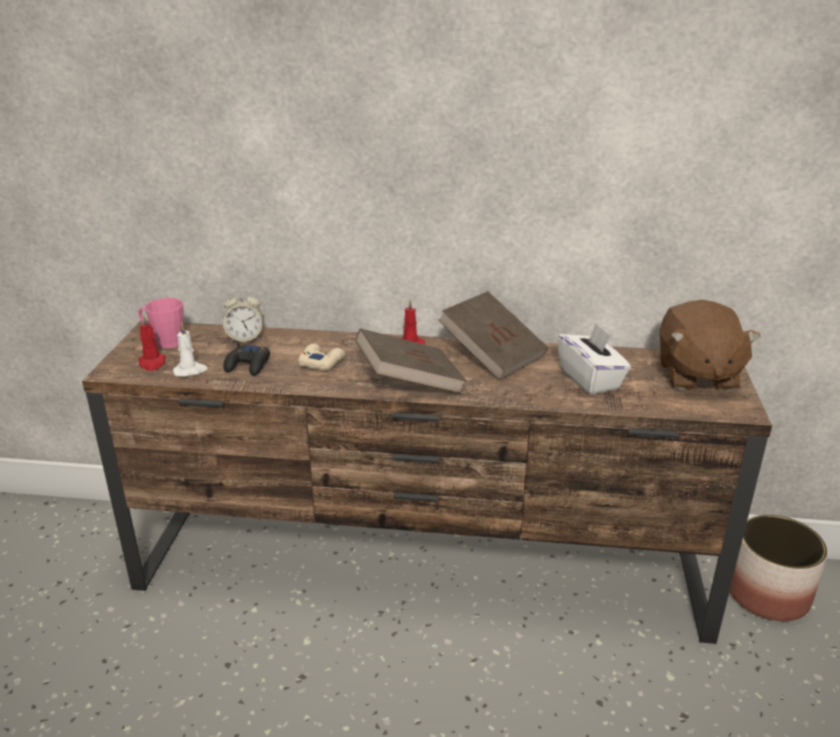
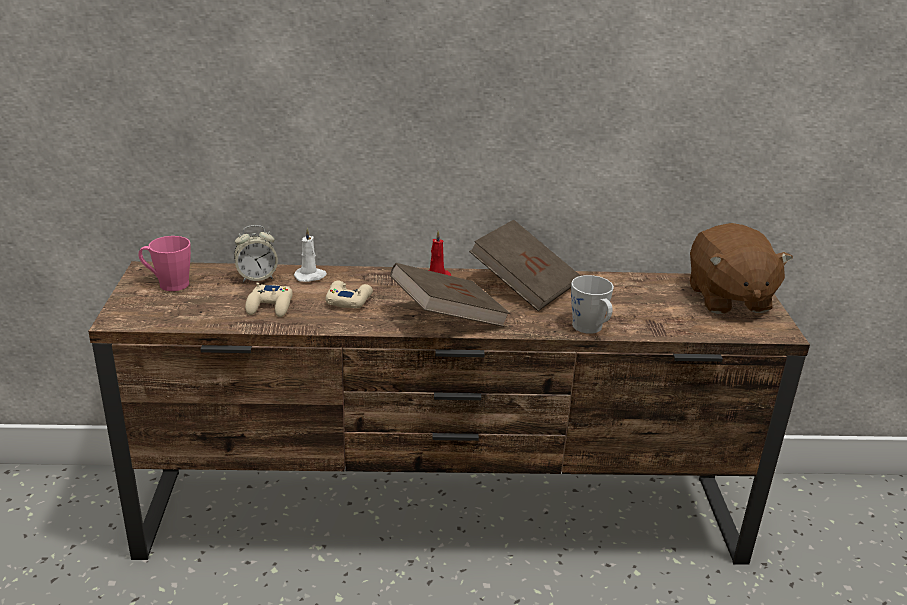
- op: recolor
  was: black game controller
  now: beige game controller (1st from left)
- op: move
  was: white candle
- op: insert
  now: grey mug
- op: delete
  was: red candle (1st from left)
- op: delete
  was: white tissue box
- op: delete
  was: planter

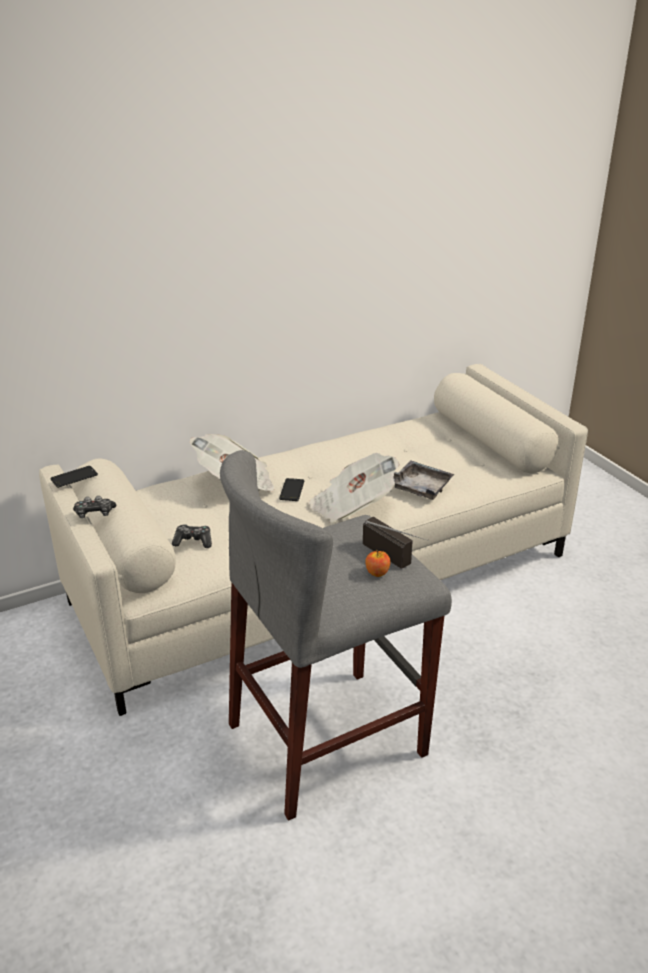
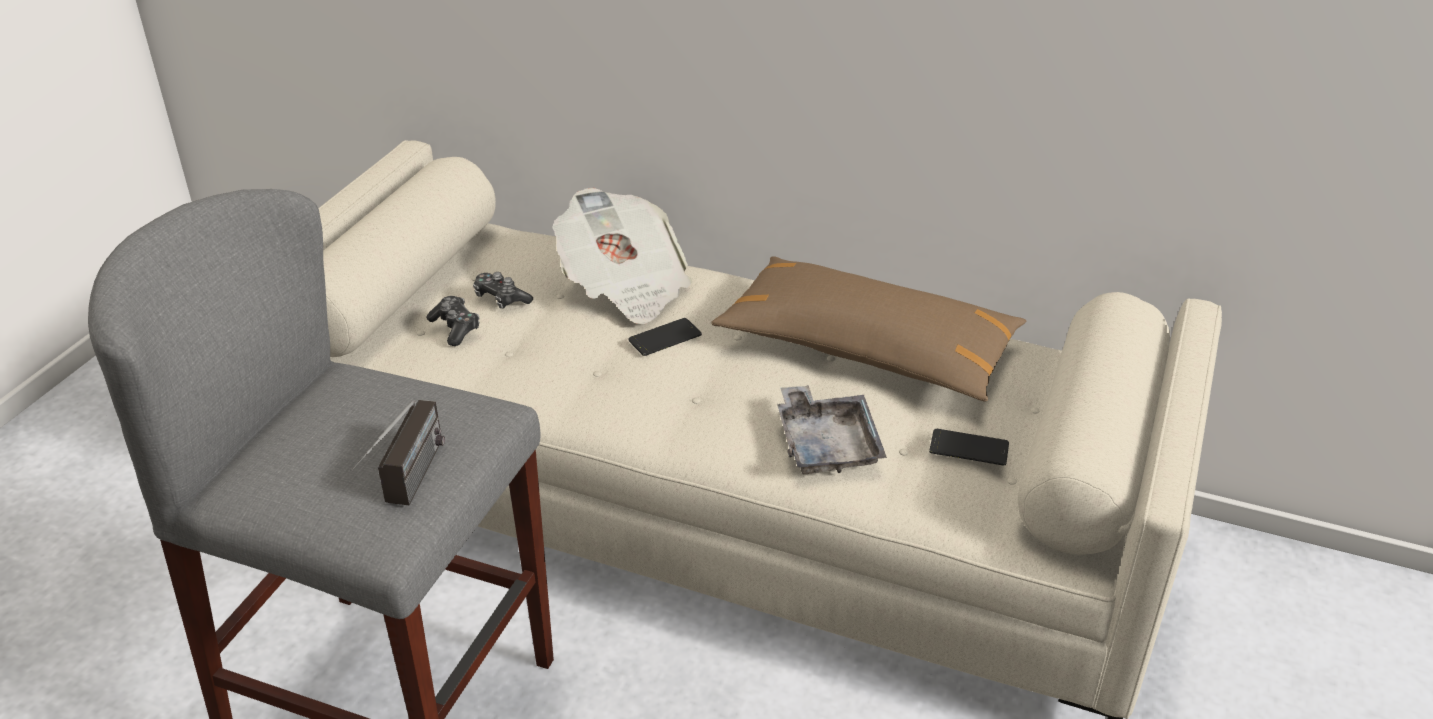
- op: move
  was: game controller (1st from left in the first image)
  now: game controller (2nd from left)
- op: insert
  now: brown pillow
- op: move
  was: phone (1st from left in the first image)
  now: phone (2nd from left)
- op: delete
  was: newspaper (2nd from left)
- op: delete
  was: apple

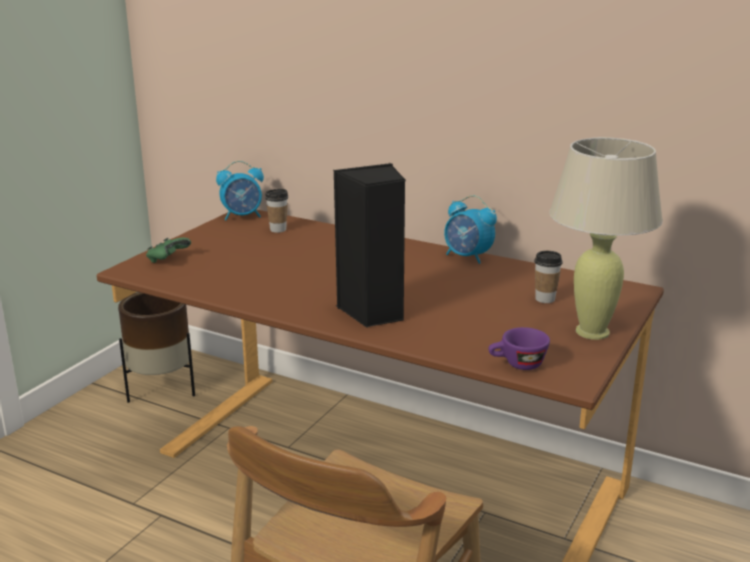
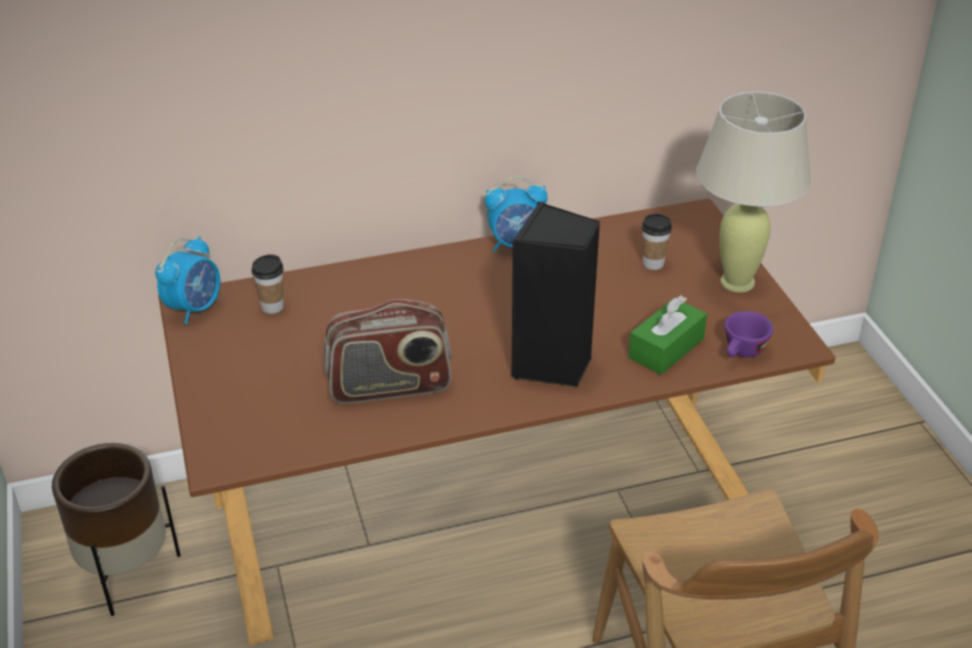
- op: insert
  now: radio
- op: insert
  now: green tissue box
- op: delete
  was: green game controller

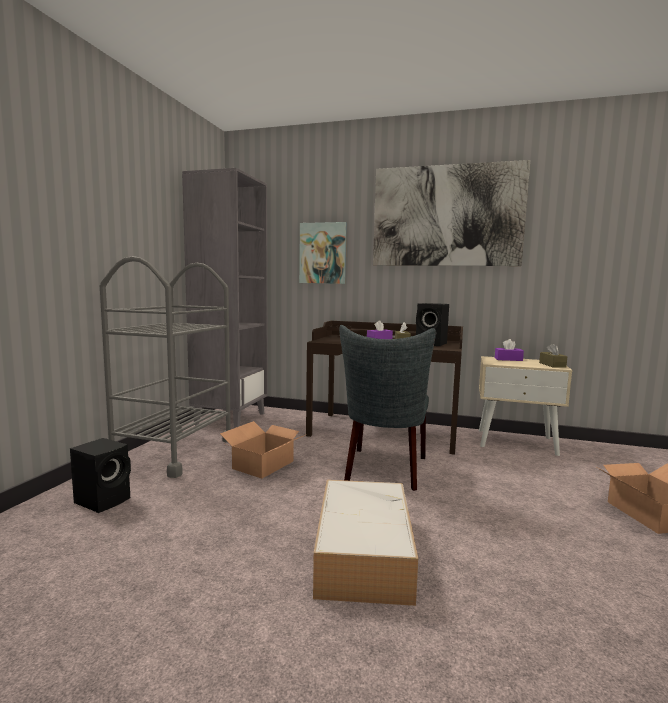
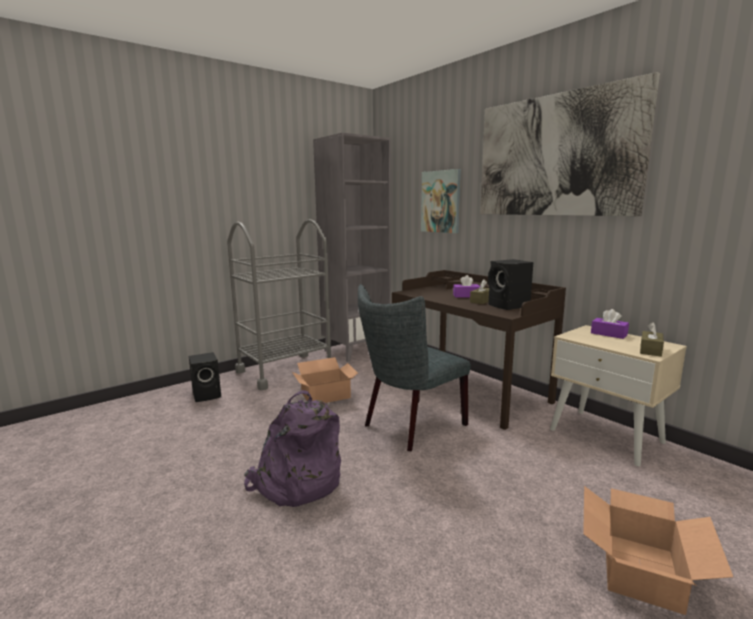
- op: replace
  was: storage box
  now: purple backpack

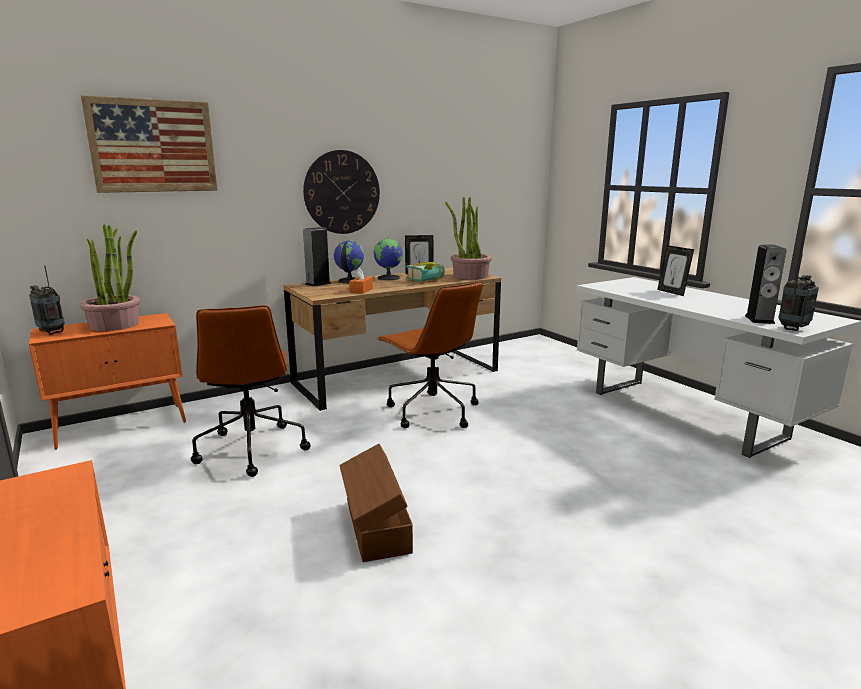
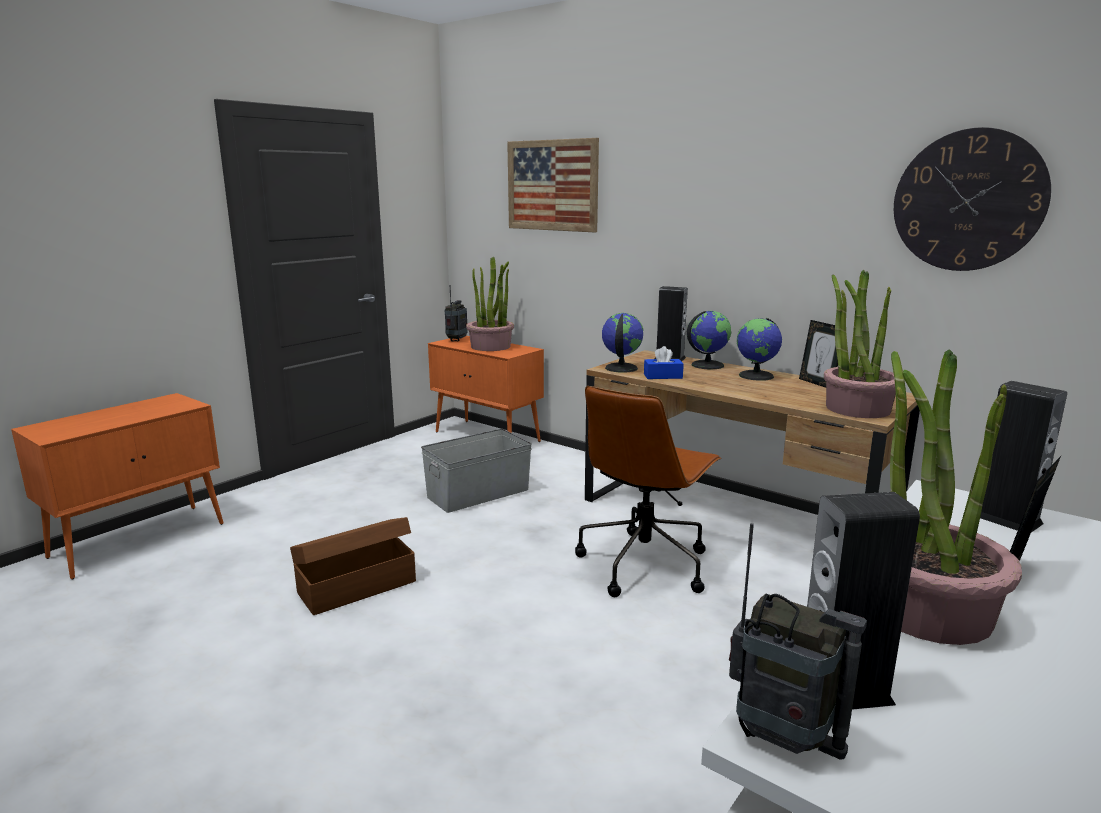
- op: replace
  was: brown office chair (1st from left)
  now: grey storage box
- op: insert
  now: globe (1st from left)
- op: recolor
  was: orange tissue box
  now: blue tissue box
- op: insert
  now: potted plant (3rd from left)
- op: move
  was: wall clock
- op: insert
  now: speaker (3rd from left)
- op: delete
  was: book

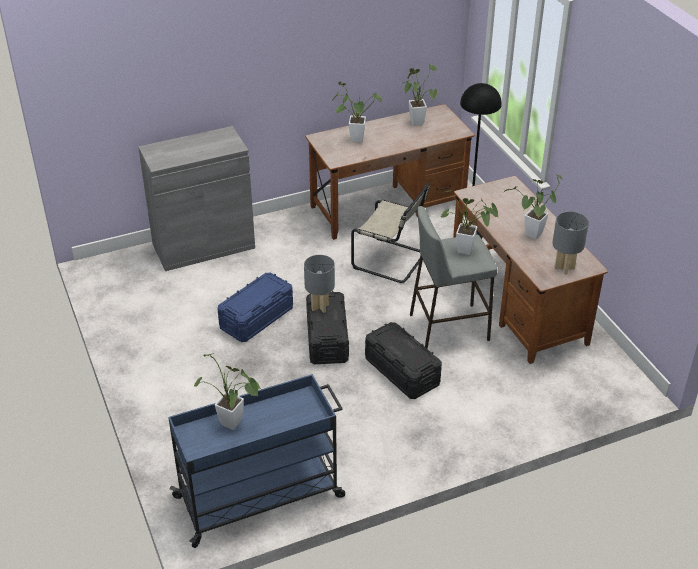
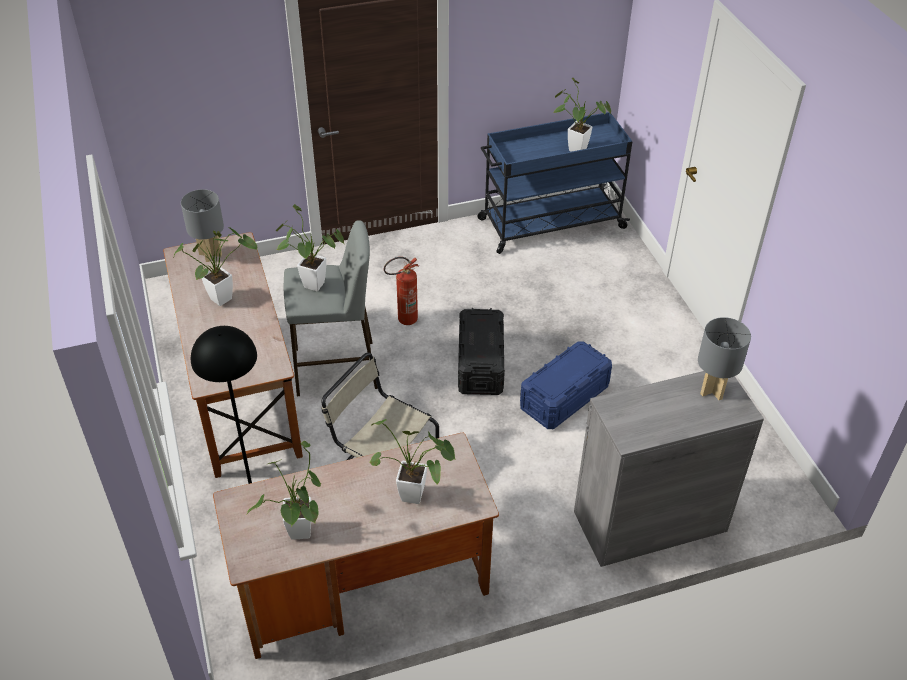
- op: replace
  was: black storage box (2nd from left)
  now: fire extinguisher
- op: move
  was: grey table lamp (1st from left in the first image)
  now: grey table lamp (2nd from left)

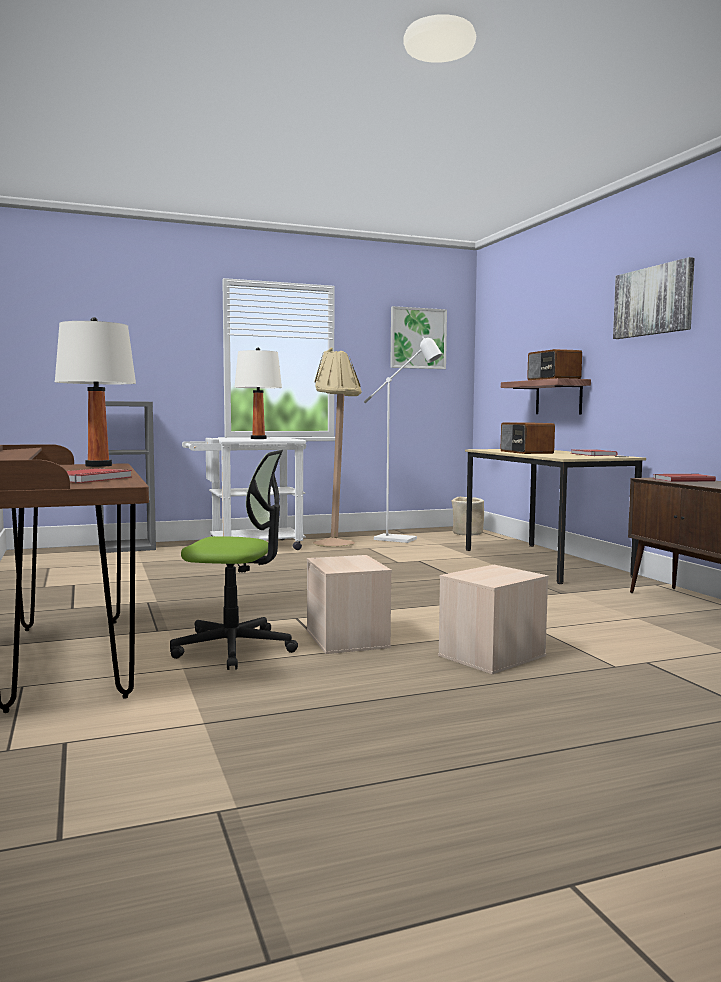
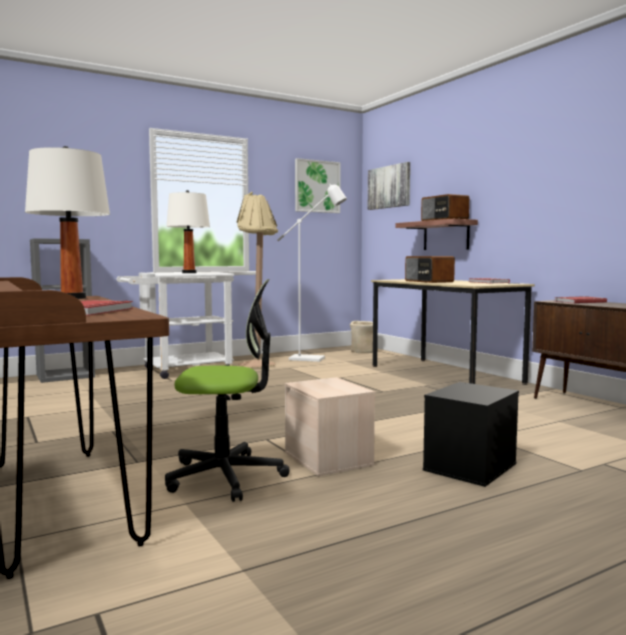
- op: move
  was: picture (2nd from left)
- op: recolor
  was: beige storage box (2nd from left)
  now: black storage box

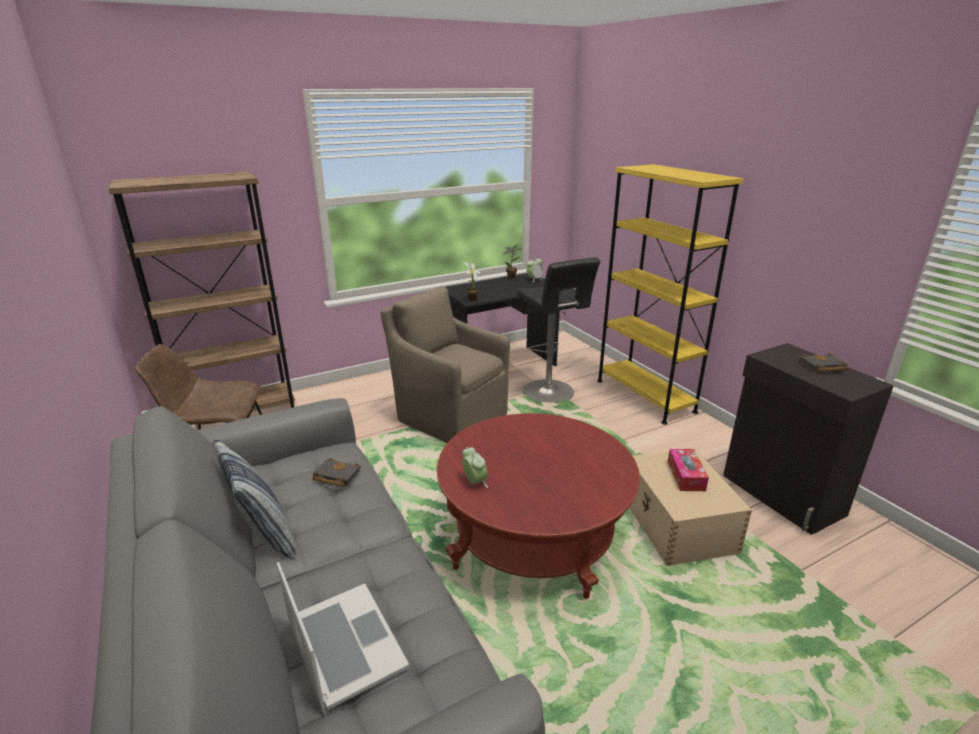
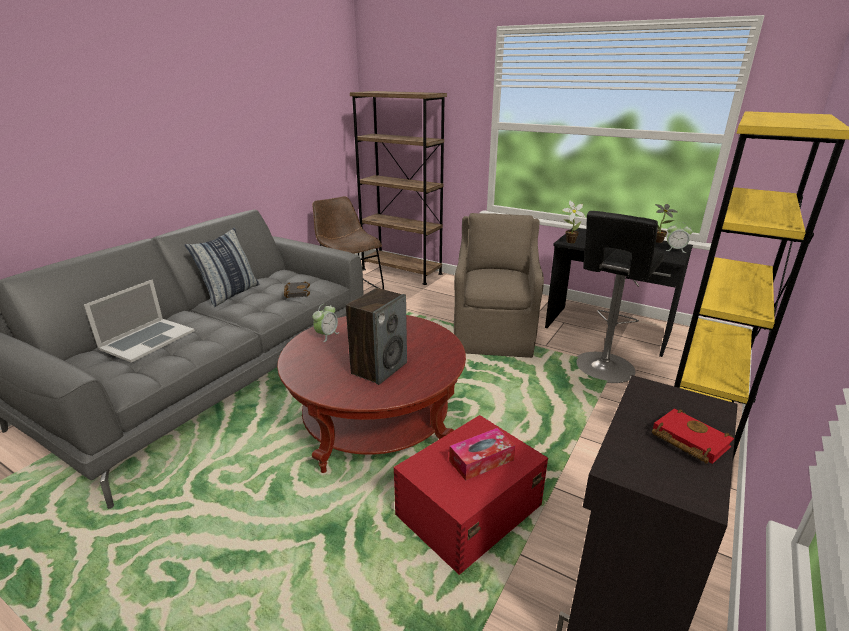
- op: insert
  now: speaker
- op: recolor
  was: beige storage box
  now: red storage box
- op: recolor
  was: black book (2nd from left)
  now: red book

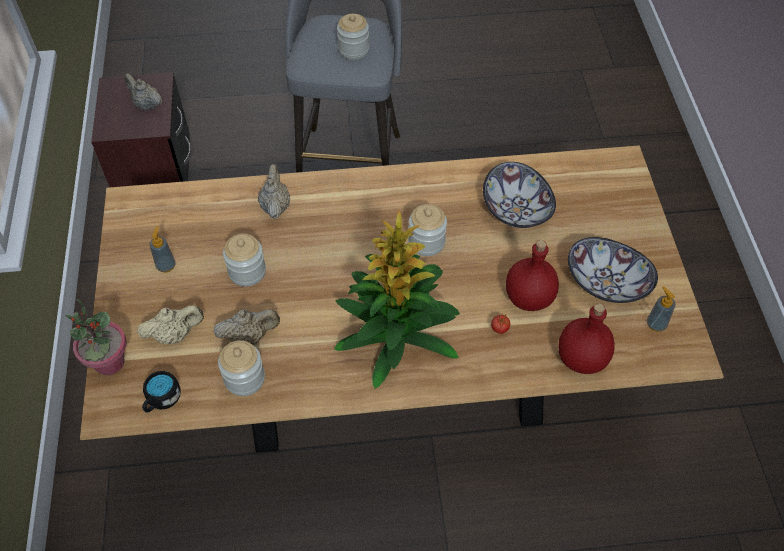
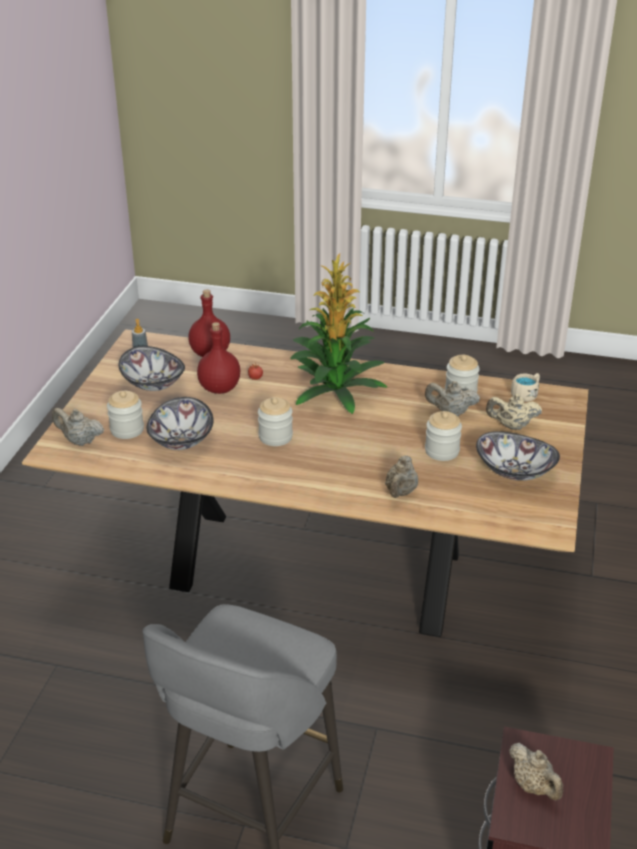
- op: insert
  now: beige teapot (1st from left)
- op: move
  was: jar (3rd from left in the first image)
  now: jar (1st from left)
- op: replace
  was: soap dispenser (1st from left)
  now: bowl (3rd from left)
- op: recolor
  was: black mug
  now: beige mug
- op: delete
  was: potted plant (1st from left)

